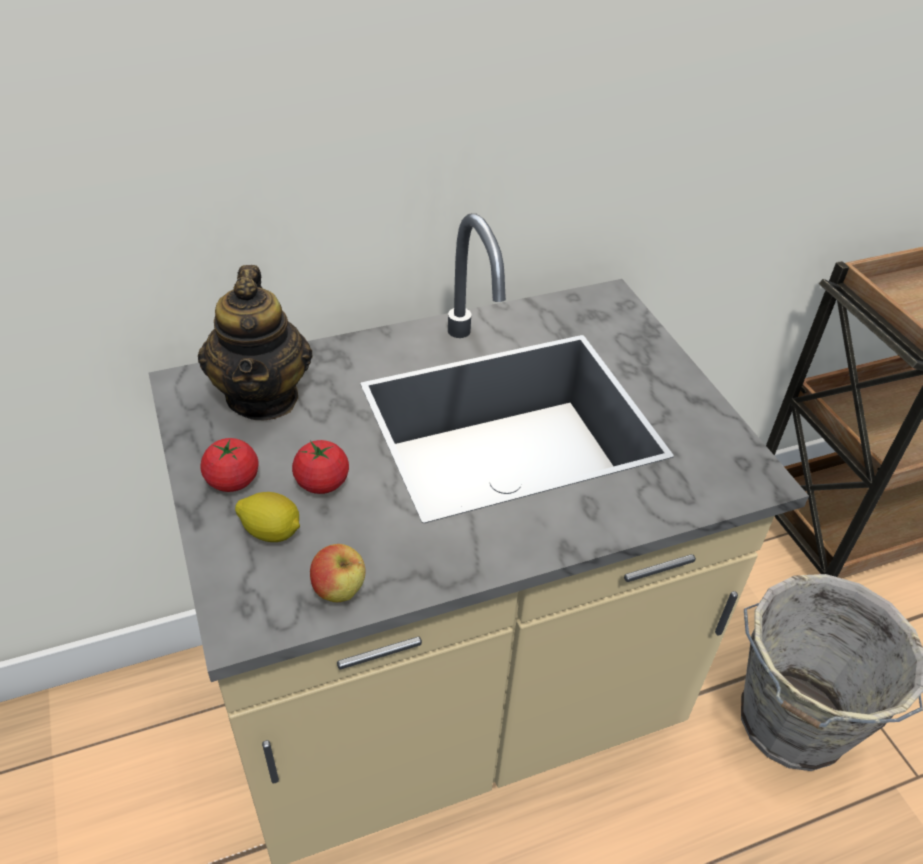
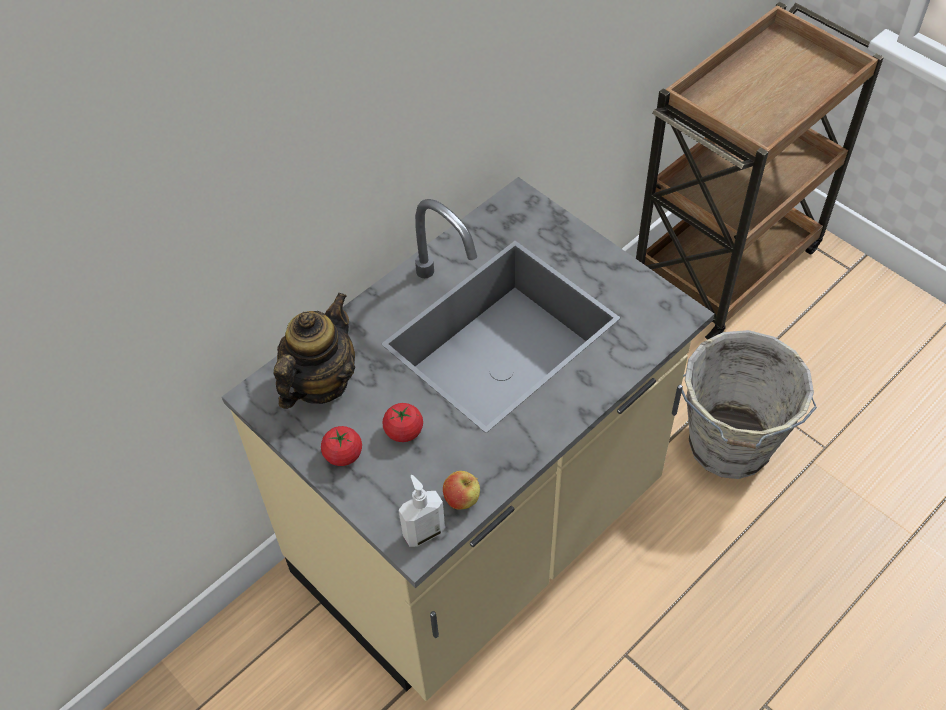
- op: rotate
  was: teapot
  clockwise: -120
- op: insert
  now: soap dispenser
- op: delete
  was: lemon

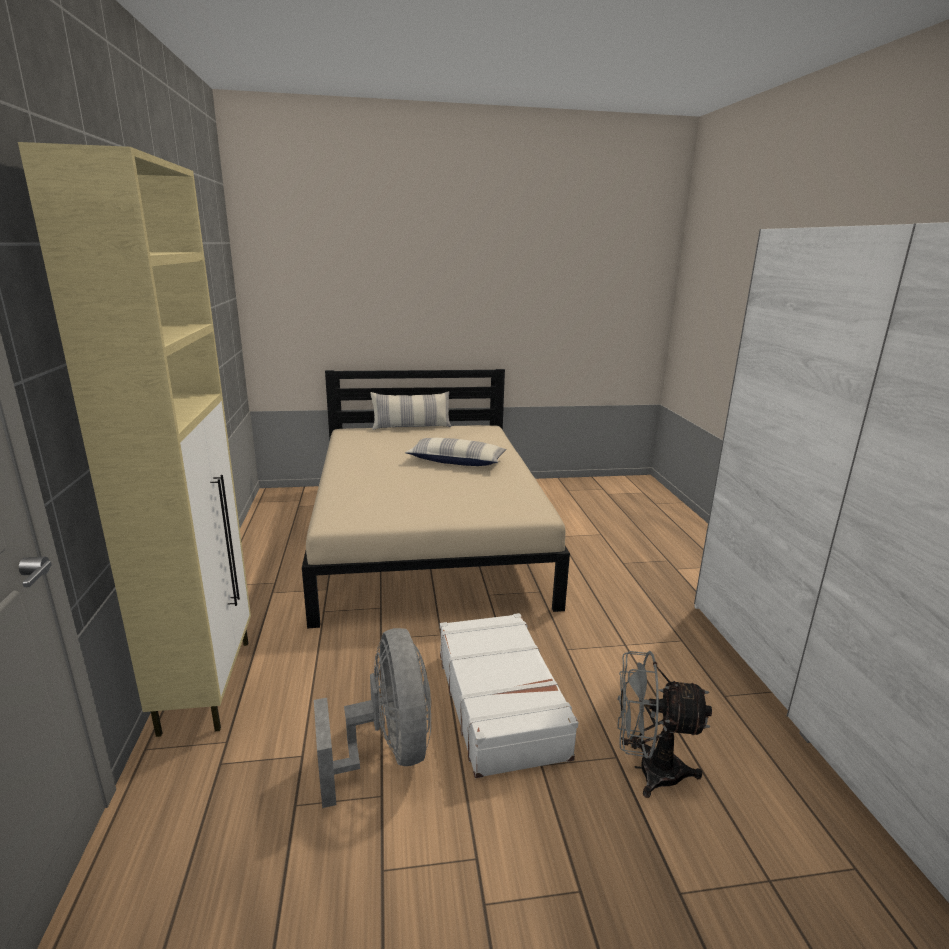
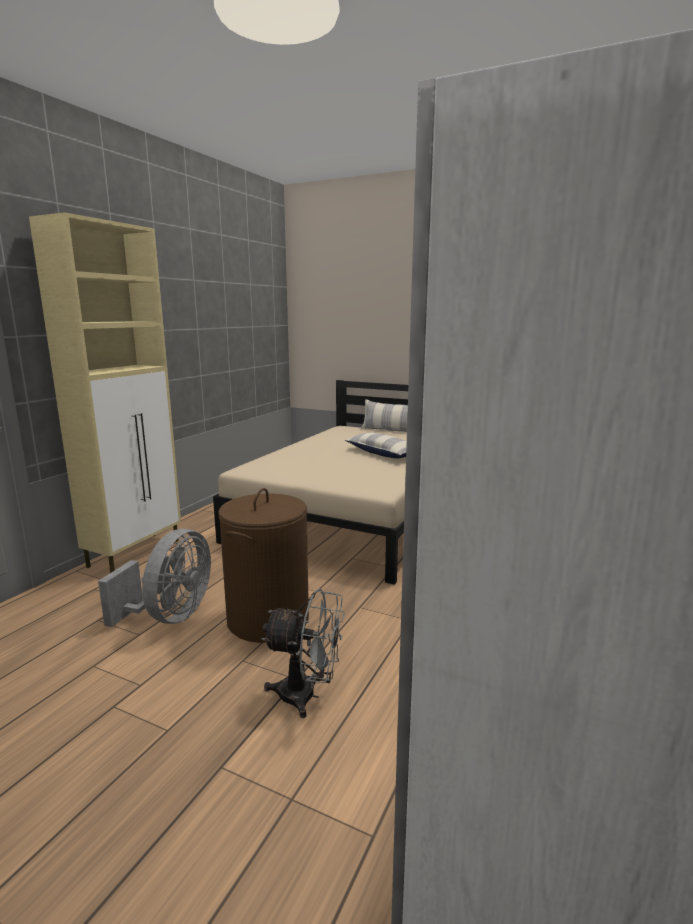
- op: replace
  was: white suitcase
  now: brown laundry basket
- op: rotate
  was: grey fan (2nd from left)
  clockwise: 150

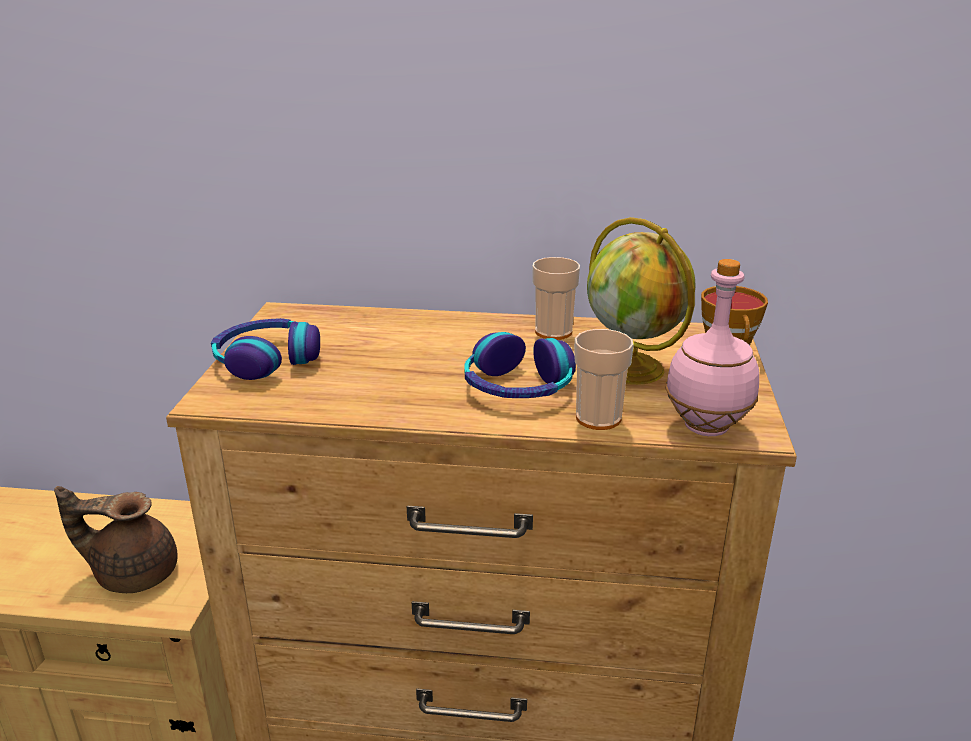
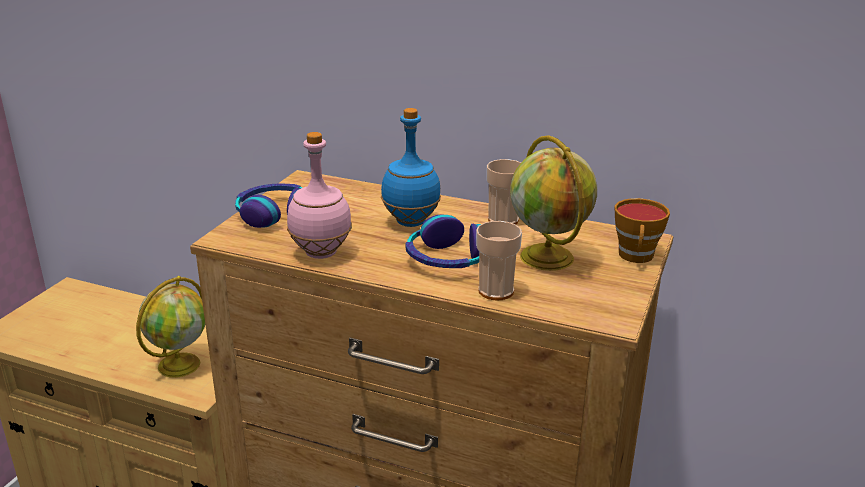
- op: replace
  was: brown teapot
  now: globe (1st from left)
- op: move
  was: pink bottle
- op: insert
  now: blue bottle

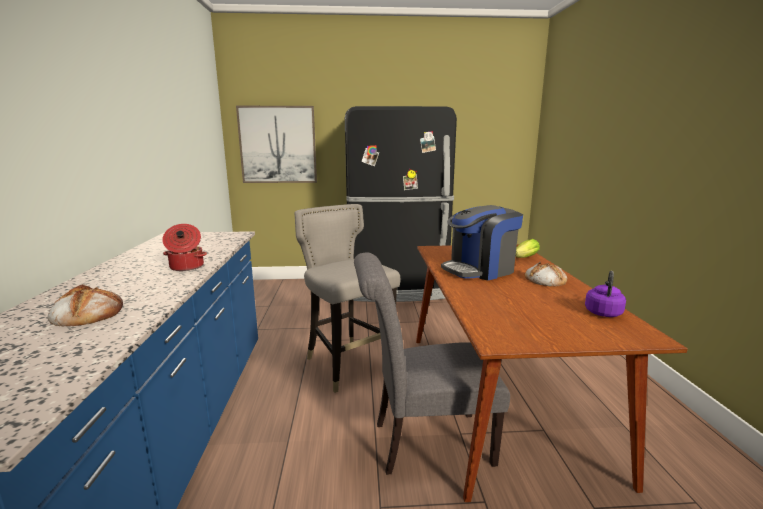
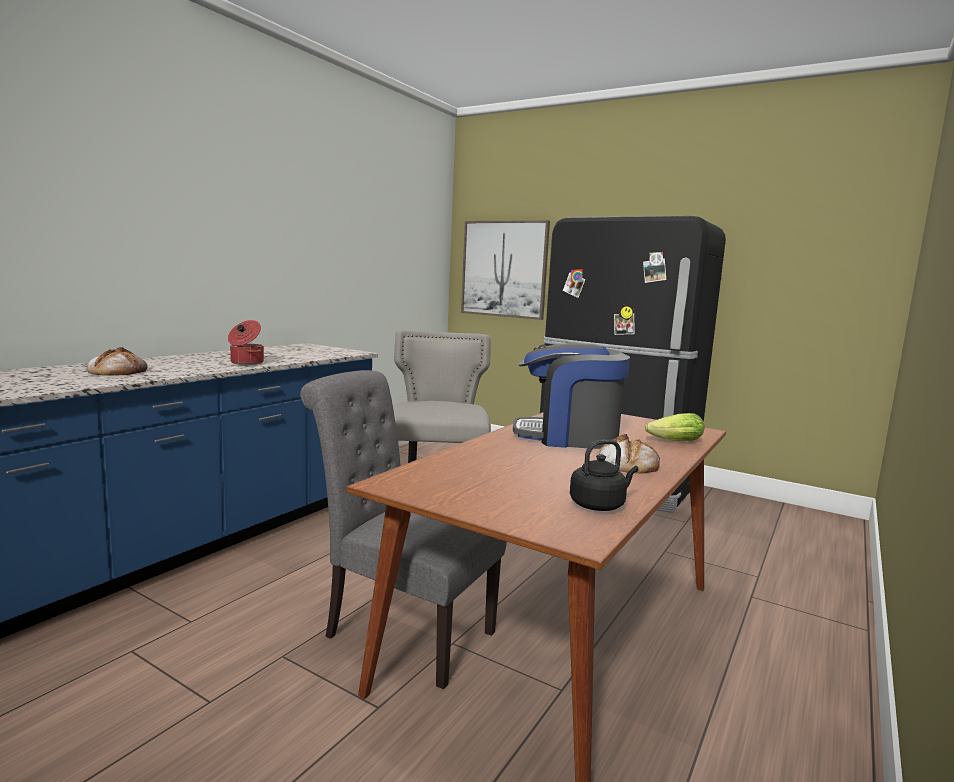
- op: recolor
  was: purple kettle
  now: black kettle

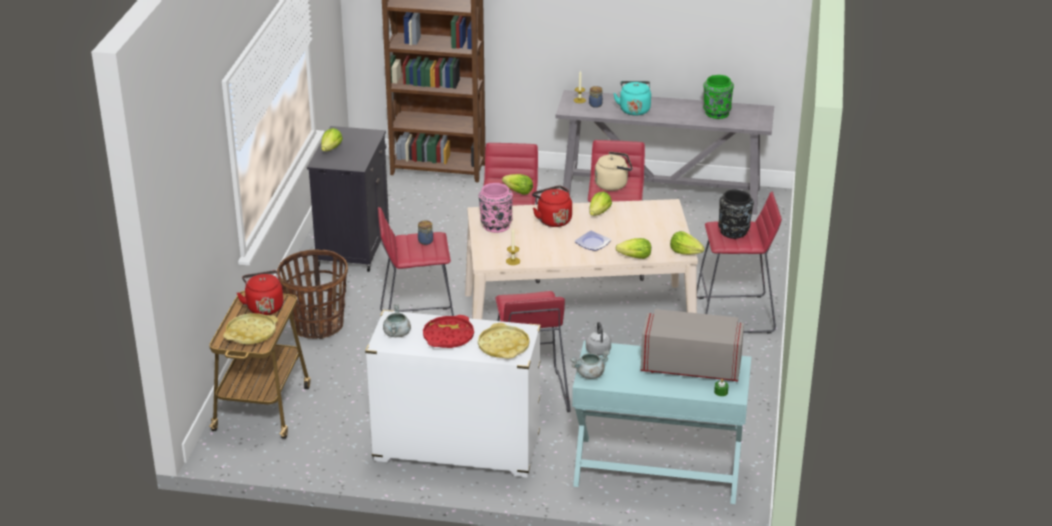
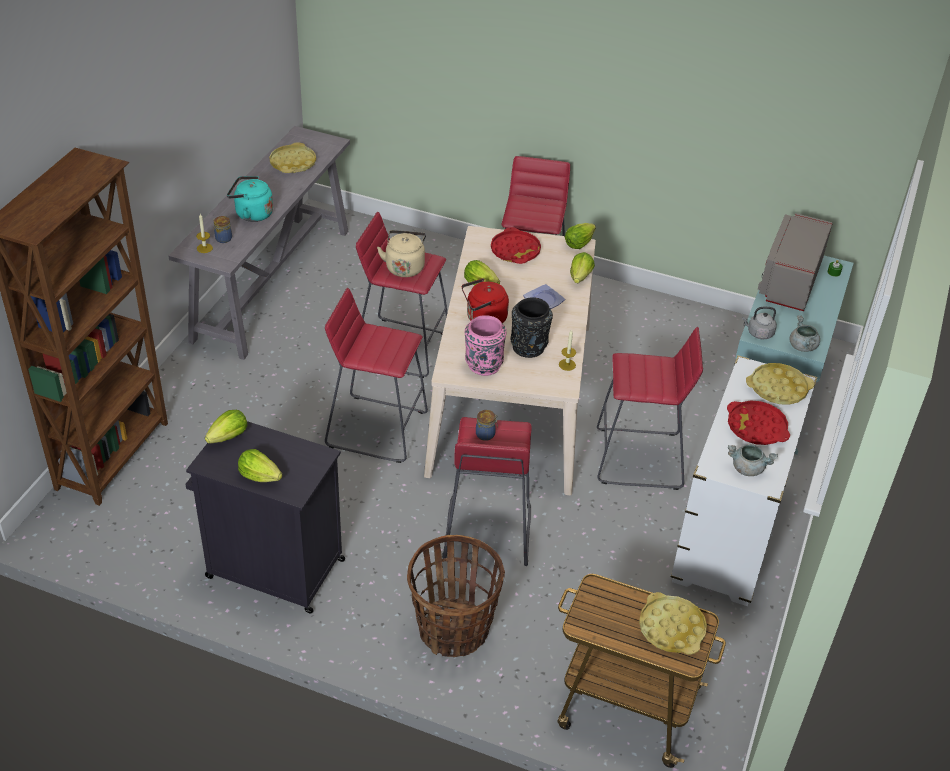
- op: move
  was: lettuce (2nd from left in the first image)
  now: lettuce (1st from left)
- op: replace
  was: green vase
  now: yellow tray (1st from left)
- op: insert
  now: red tray (1st from left)
- op: move
  was: black vase
- op: delete
  was: red kettle (1st from left)

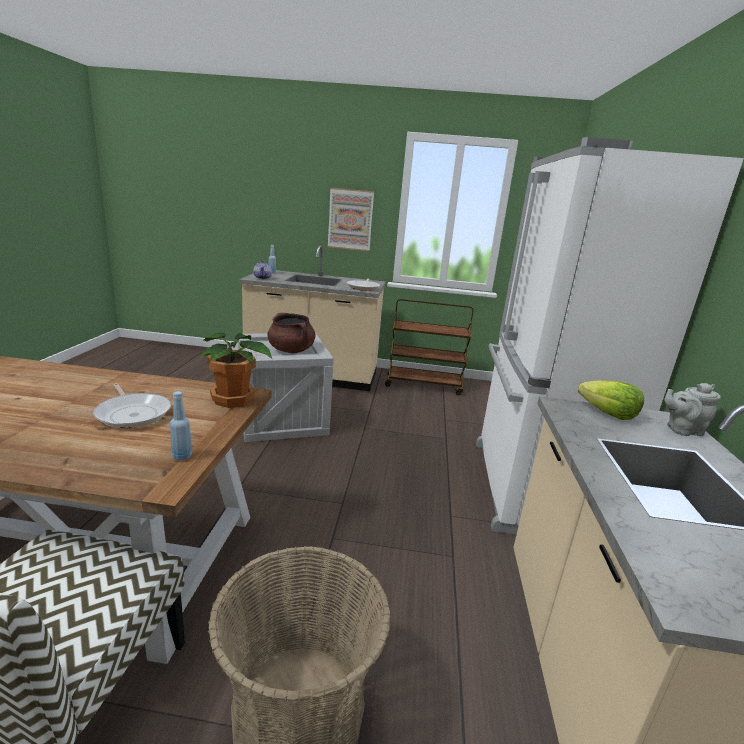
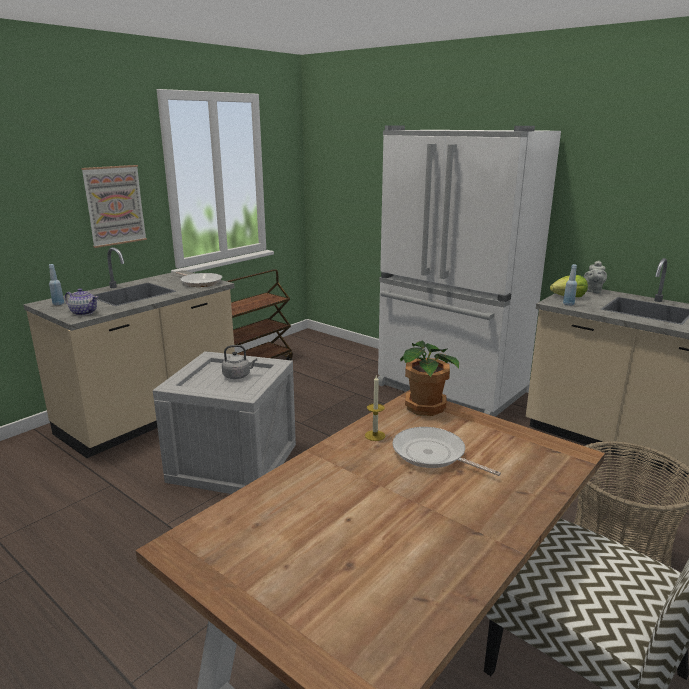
- op: replace
  was: brown cooking pot
  now: grey kettle
- op: insert
  now: candle
- op: rotate
  was: frying pan (1st from left in the first image)
  clockwise: -135
- op: move
  was: blue bottle (1st from left in the first image)
  now: blue bottle (2nd from left)

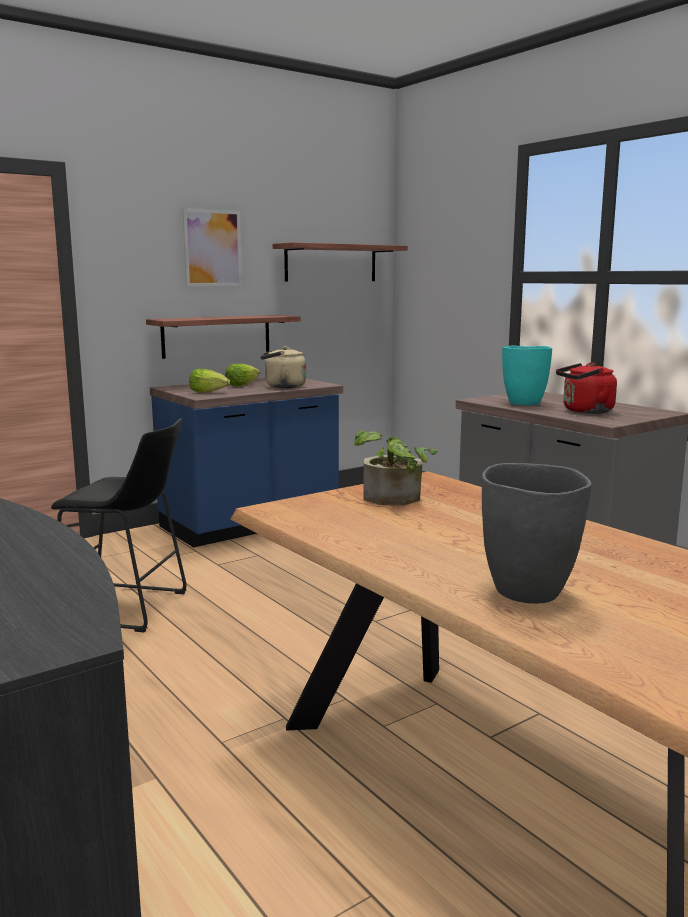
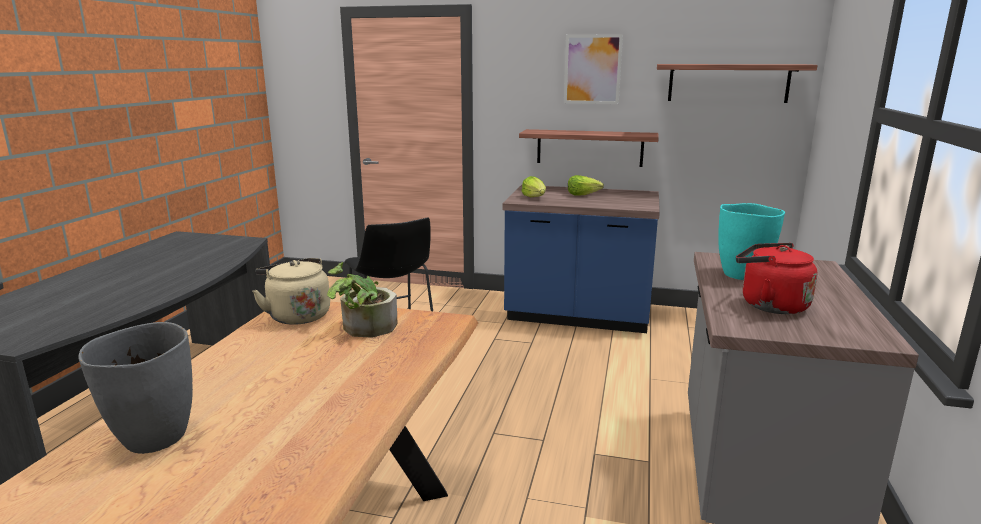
- op: move
  was: beige kettle

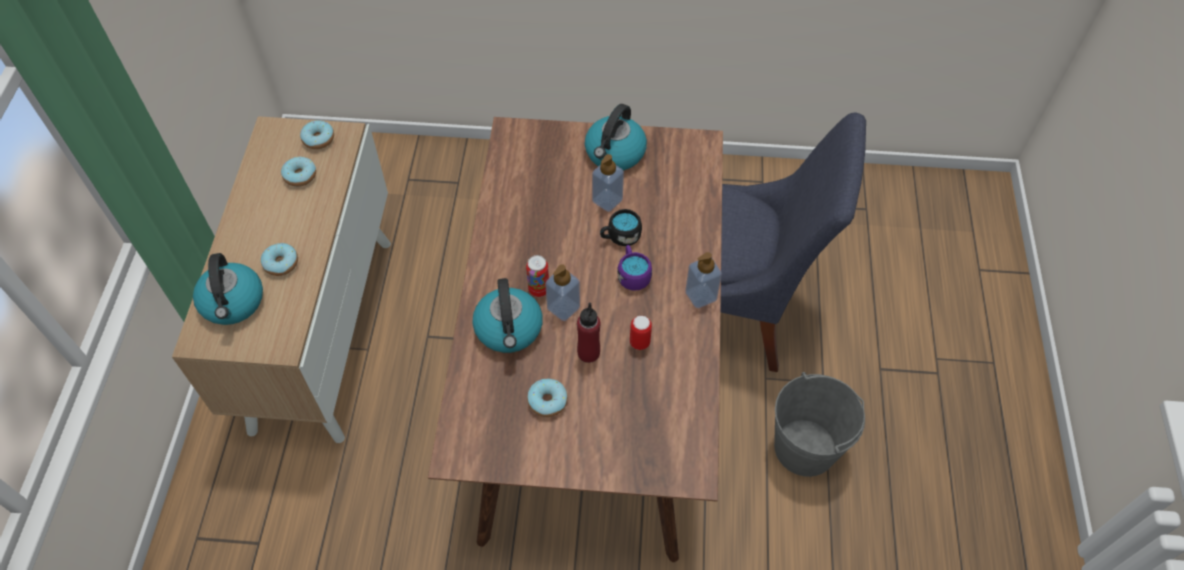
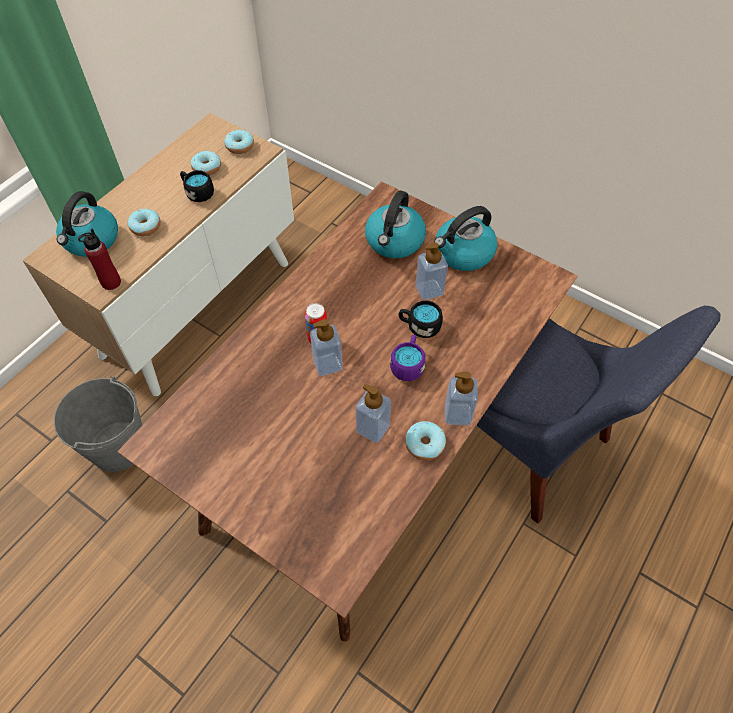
- op: move
  was: grey bucket
- op: move
  was: red bottle
- op: insert
  now: black mug (1st from left)
- op: replace
  was: can (2nd from left)
  now: soap dispenser (2nd from left)
- op: move
  was: kettle (2nd from left)
- op: move
  was: donut (4th from left)

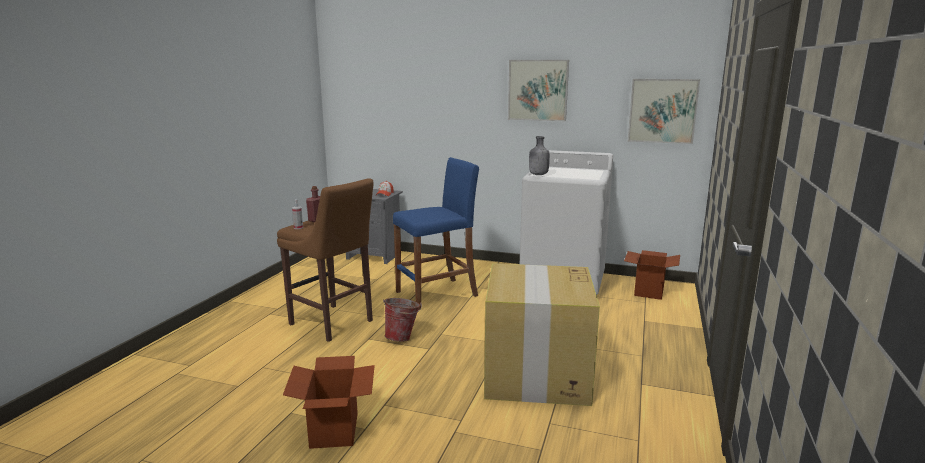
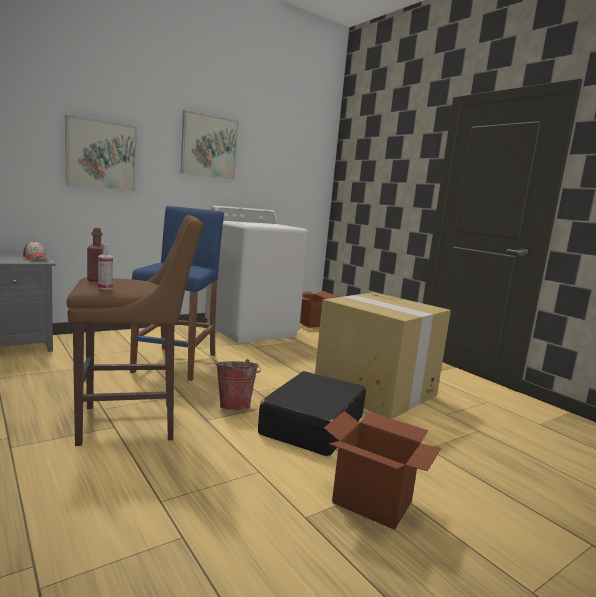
- op: move
  was: picture (2nd from left in the first image)
  now: picture (1st from left)
- op: insert
  now: black suitcase
- op: delete
  was: grey bottle

